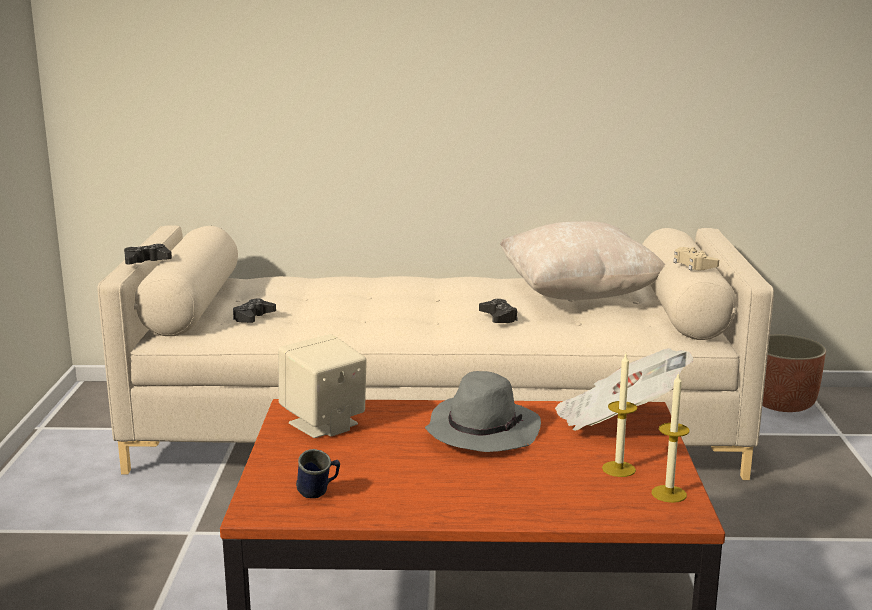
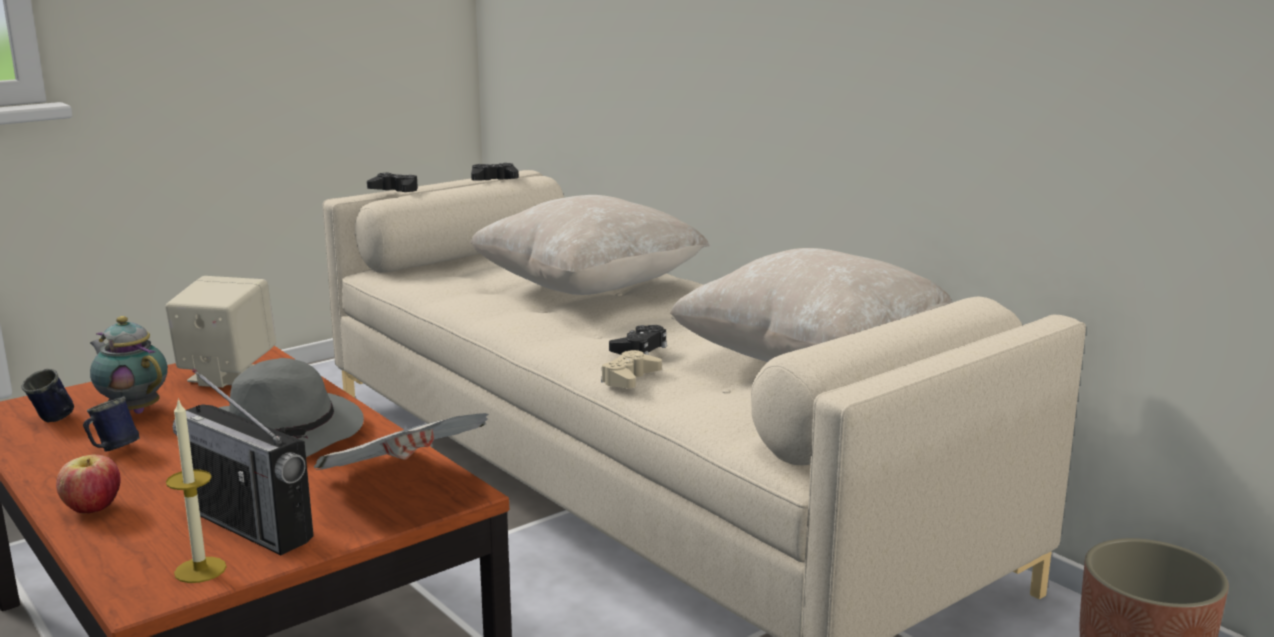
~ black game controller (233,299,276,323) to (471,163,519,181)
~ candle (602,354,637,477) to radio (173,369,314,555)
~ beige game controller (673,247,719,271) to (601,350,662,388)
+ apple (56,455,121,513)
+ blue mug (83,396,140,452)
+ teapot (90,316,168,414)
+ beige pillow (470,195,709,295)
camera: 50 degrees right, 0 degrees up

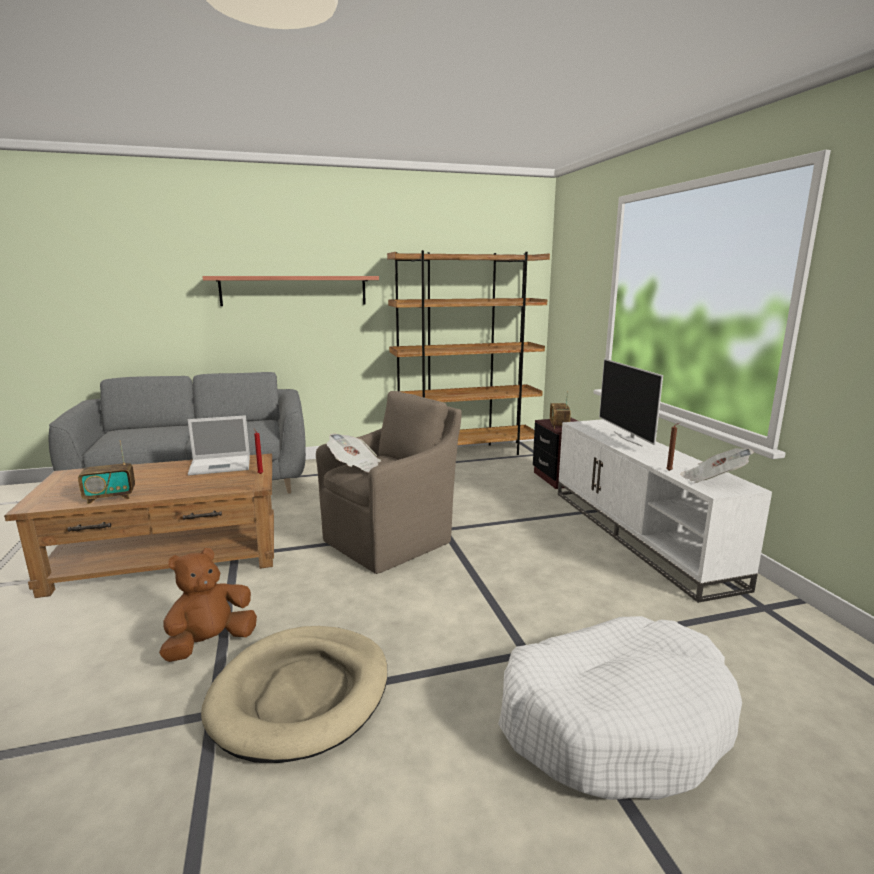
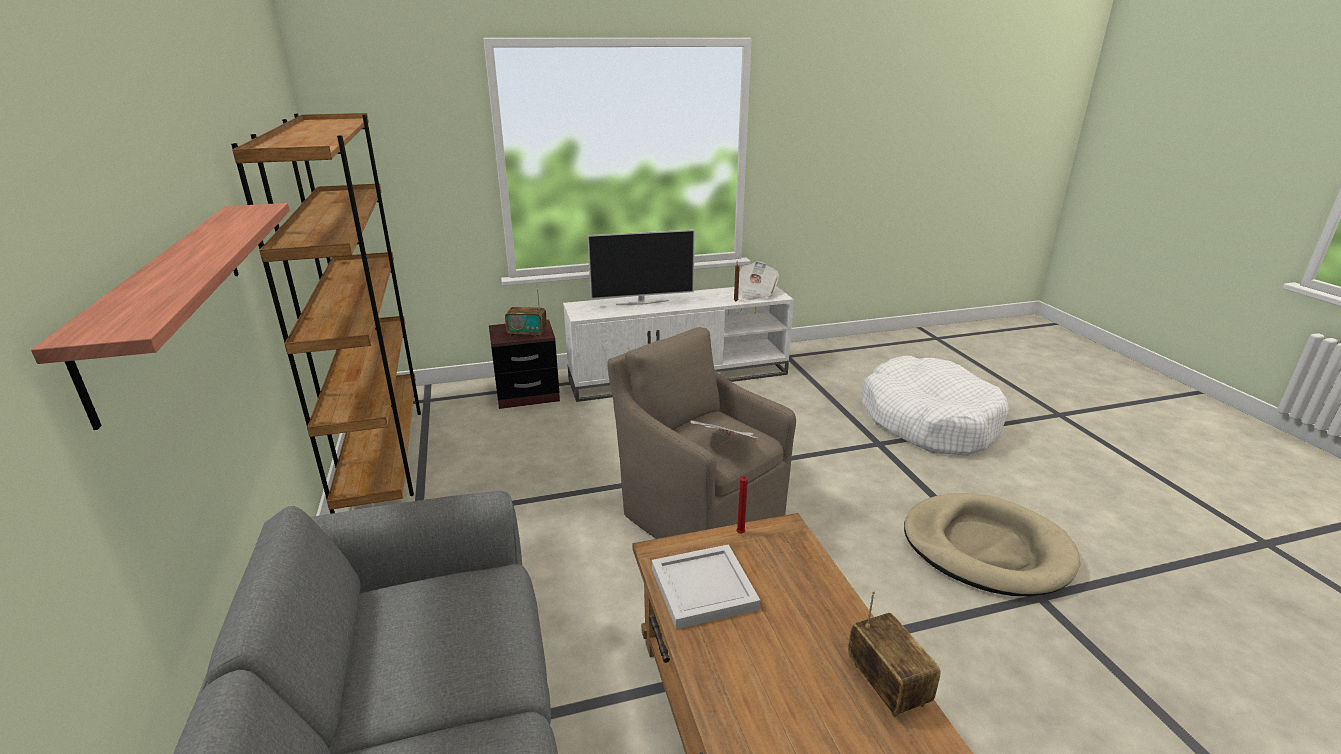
- brown plush toy (159,548,257,662)
~ laptop (188,415,250,476) to white tray (652,544,761,629)
camera: 90 degrees left, 10 degrees up

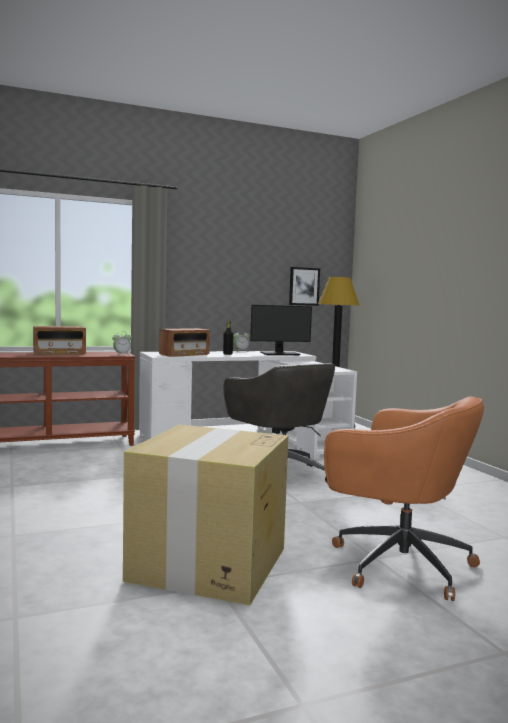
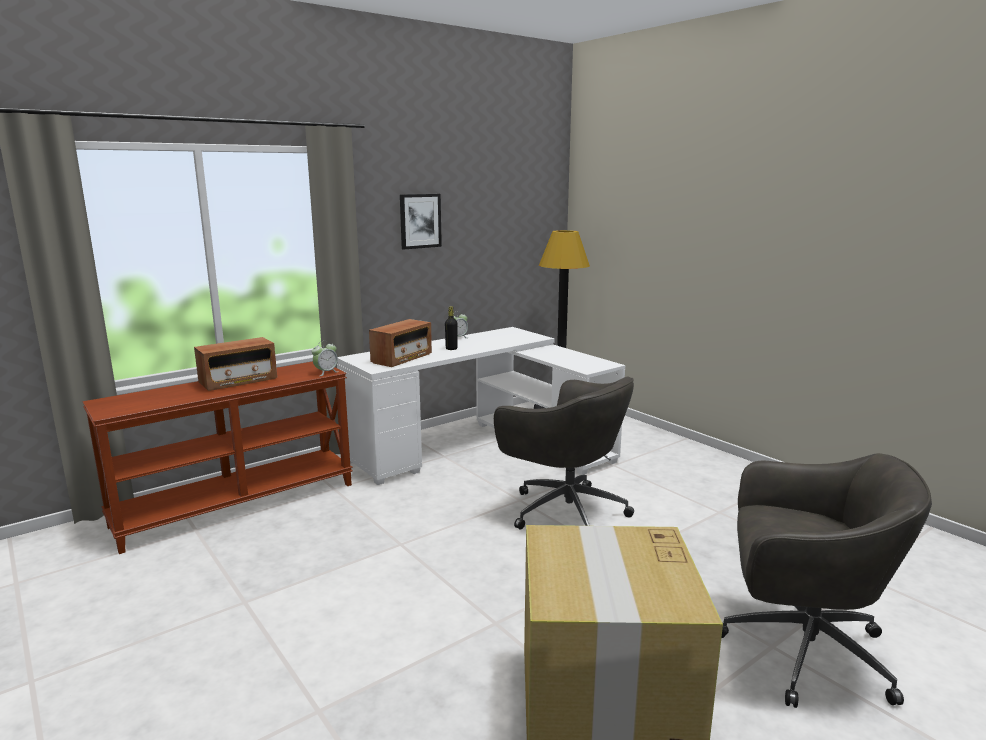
- monitor (250,305,312,355)
~ picture (289,267,320,306) to (400,194,442,249)
~ orange office chair (324,396,484,601) to grey office chair (722,453,932,708)
camera: 15 degrees left, 10 degrees up

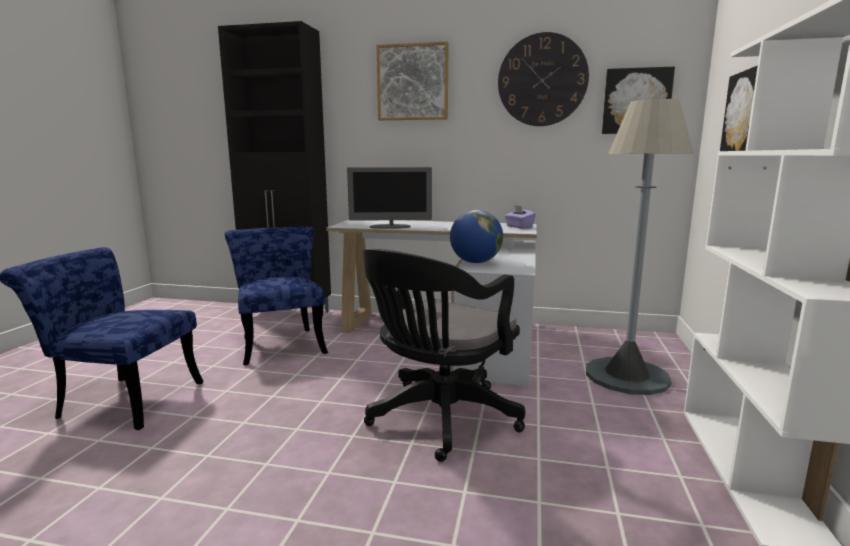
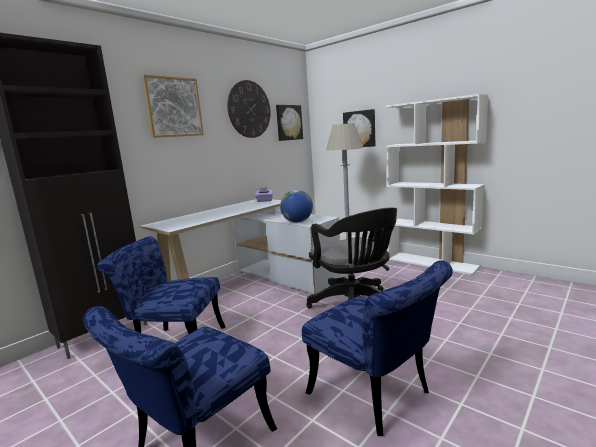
- monitor (347,167,432,229)
+ blue chair (302,260,453,436)
camera: 60 degrees left, 0 degrees up

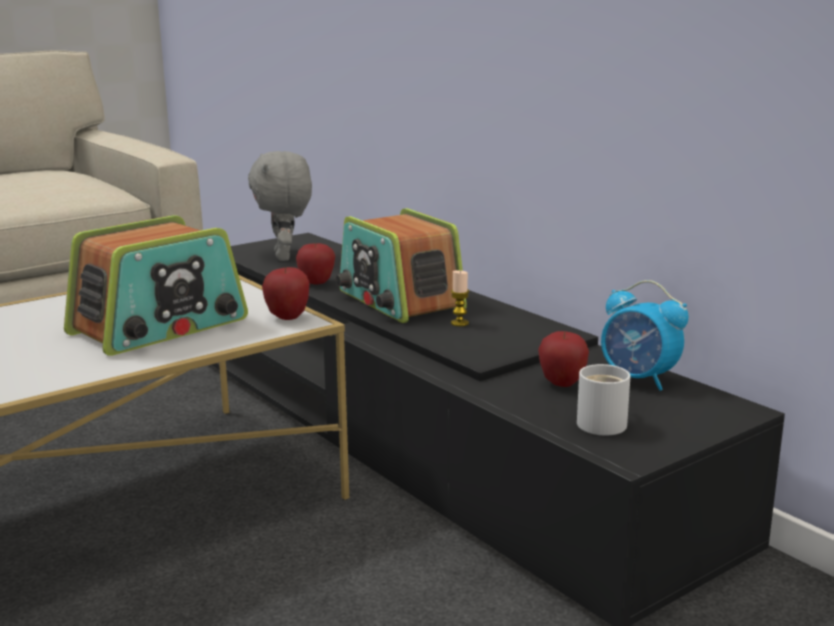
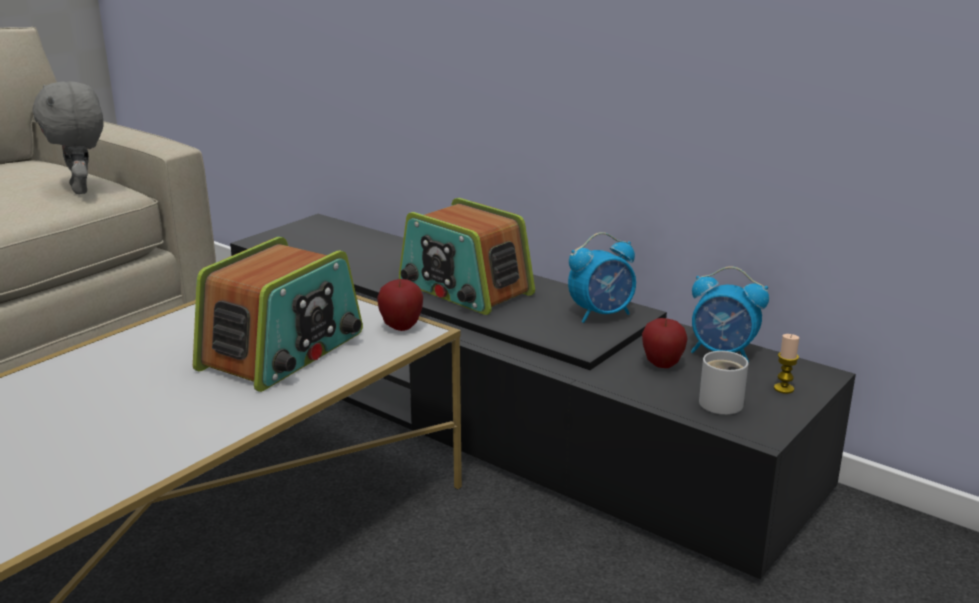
~ grey plush toy (248,151,312,261) to (32,81,103,194)
- apple (296,242,335,285)
~ candle (451,270,469,326) to (774,334,799,394)
+ alarm clock (568,232,636,323)
camera: 15 degrees left, 5 degrees up

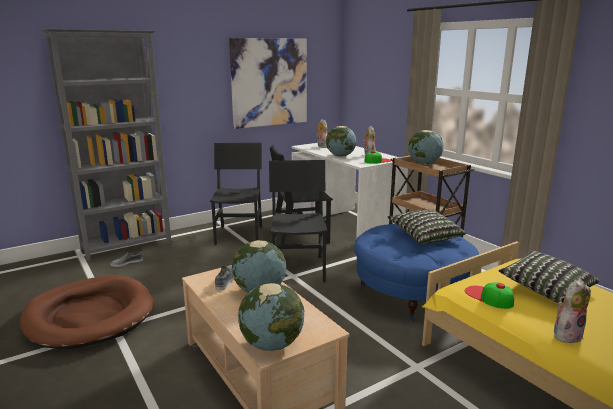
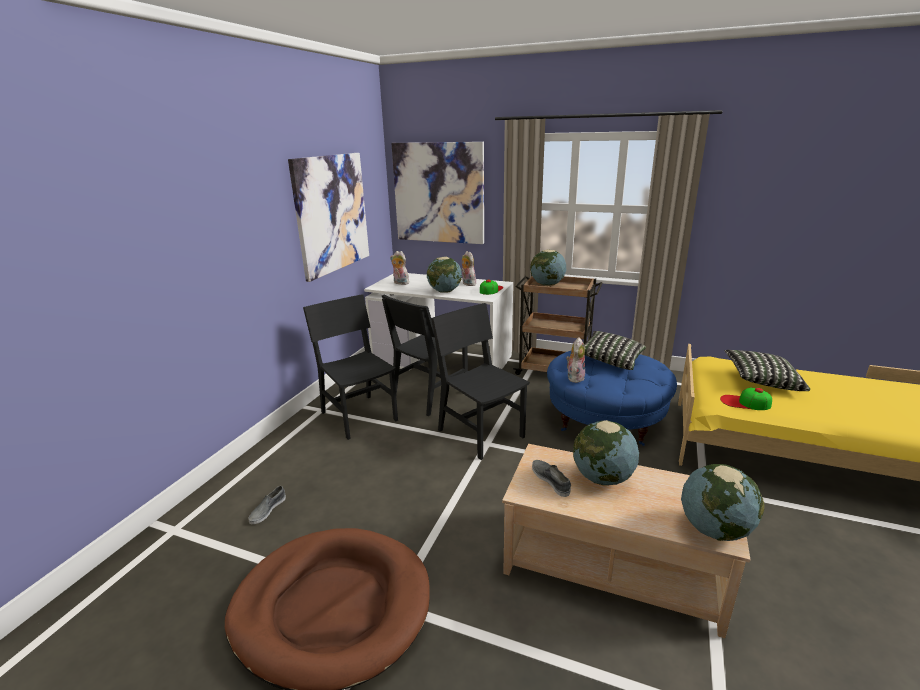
- grey bookcase (41,29,172,262)
~ plush toy (554,279,591,343) to (566,337,585,383)
+ picture (392,142,484,244)
camera: 35 degrees left, 5 degrees up

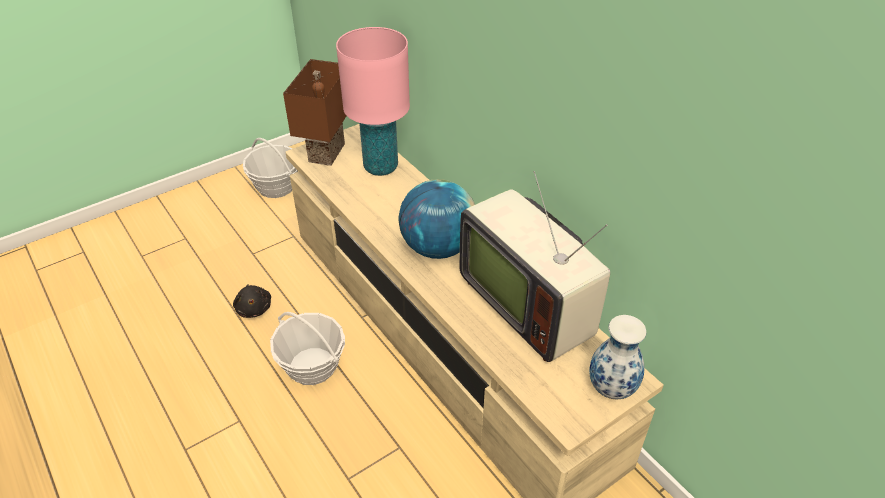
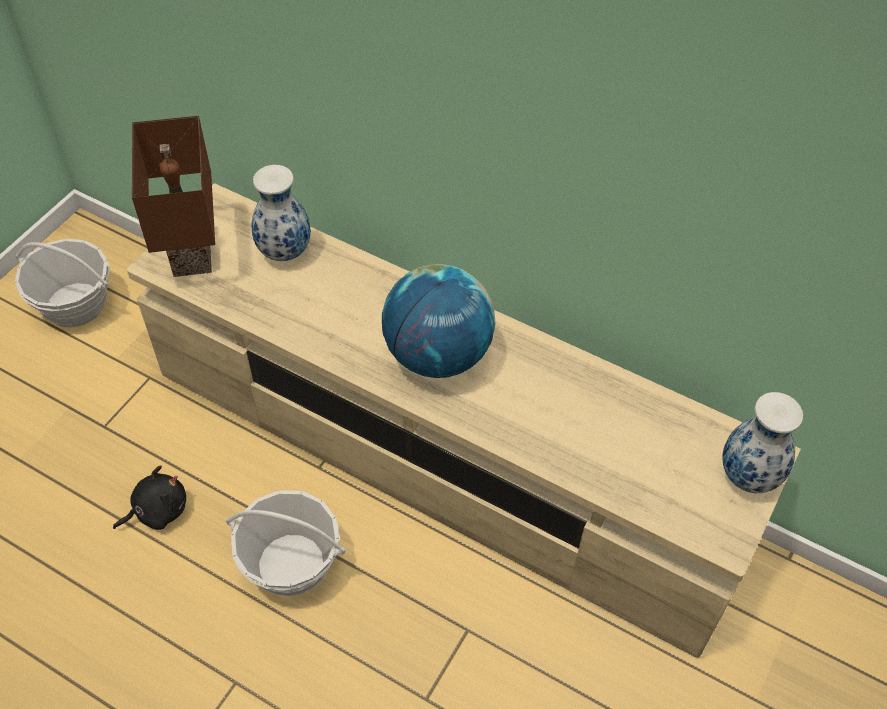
~ black plush toy (233,284,271,318) = (113,465,186,530) 75 degrees counterclockwise
~ pink table lamp (336,27,410,176) to vase (251,165,311,261)
- television (460,171,610,362)
camera: 25 degrees left, 10 degrees up

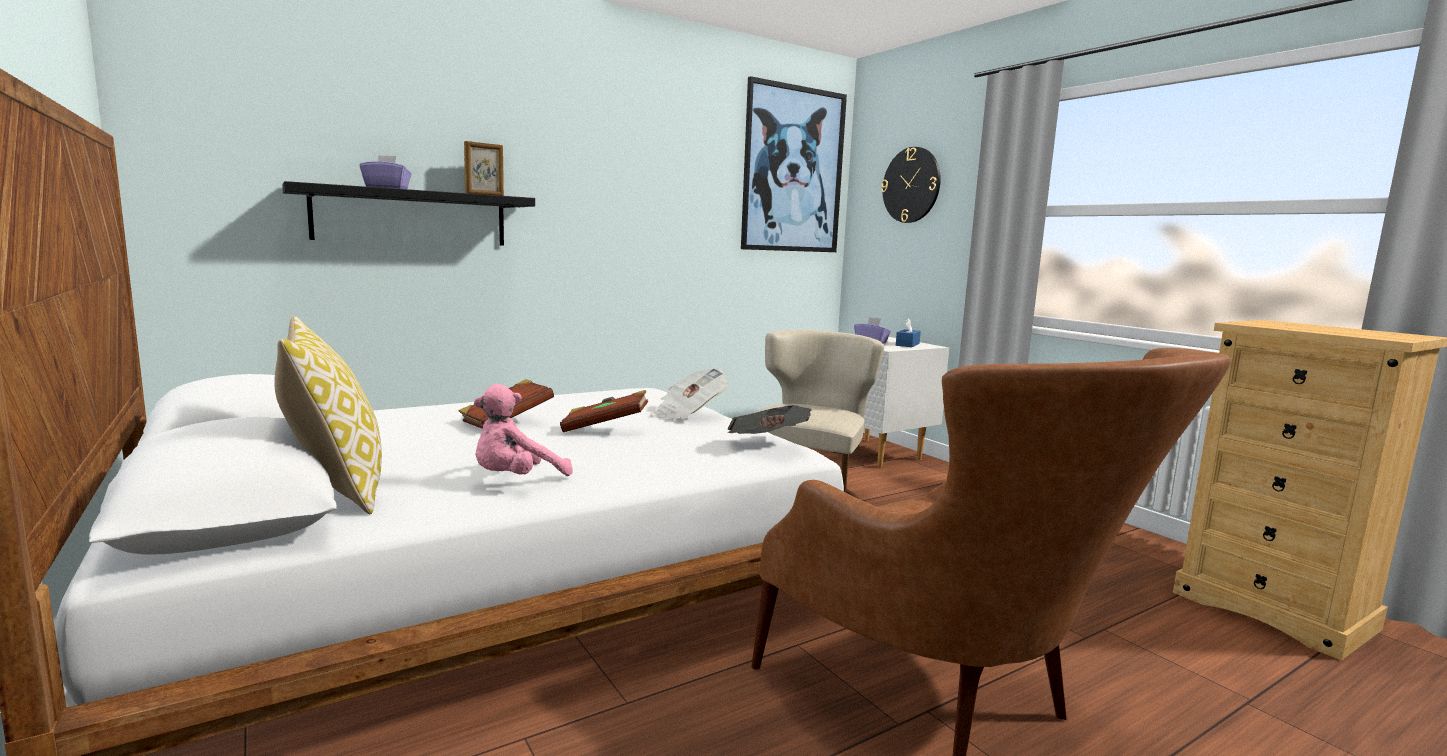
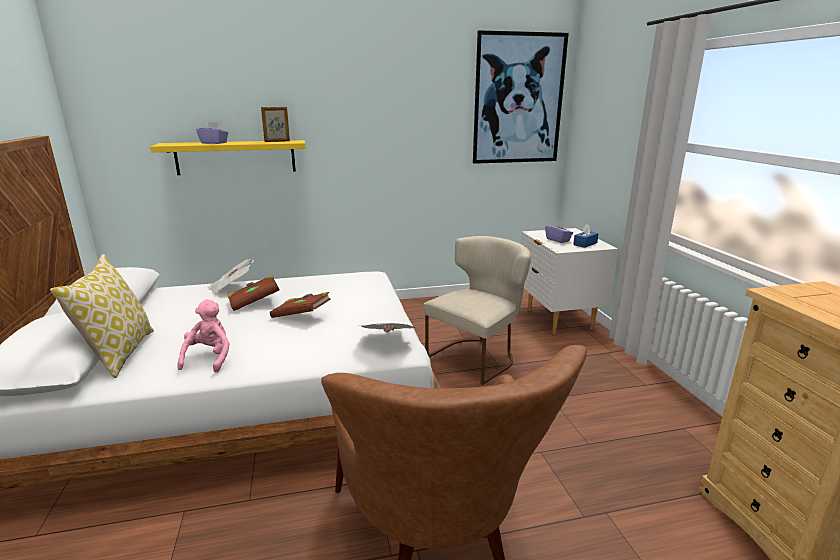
~ black shelf (282,181,535,246) to yellow shelf (150,140,306,175)
~ pink plush toy (474,384,573,476) = (177,299,230,373) 120 degrees clockwise
~ newspaper (650,368,728,419) to (208,259,254,293)
- wall clock (881,147,941,223)
camera: 20 degrees right, 10 degrees up

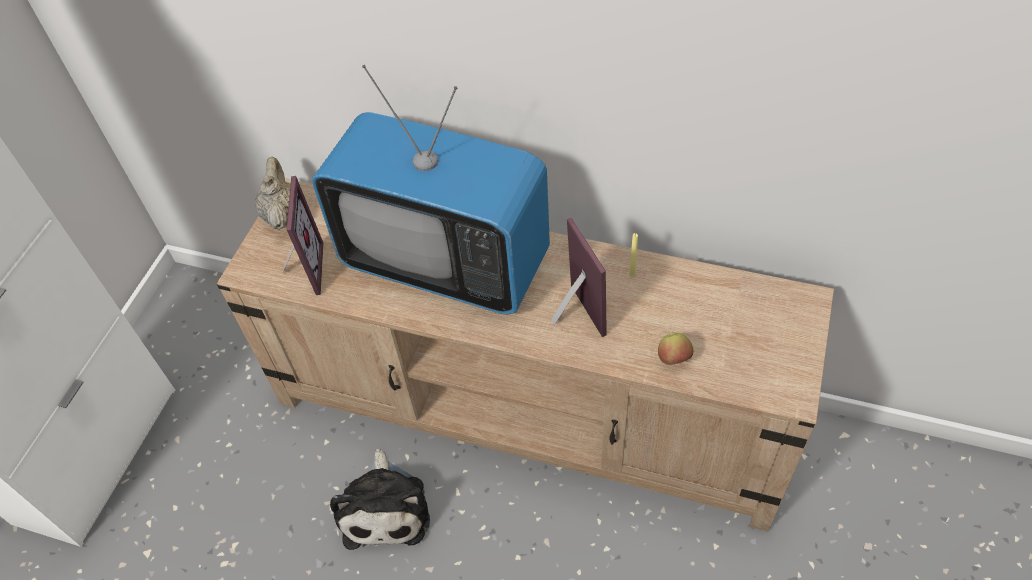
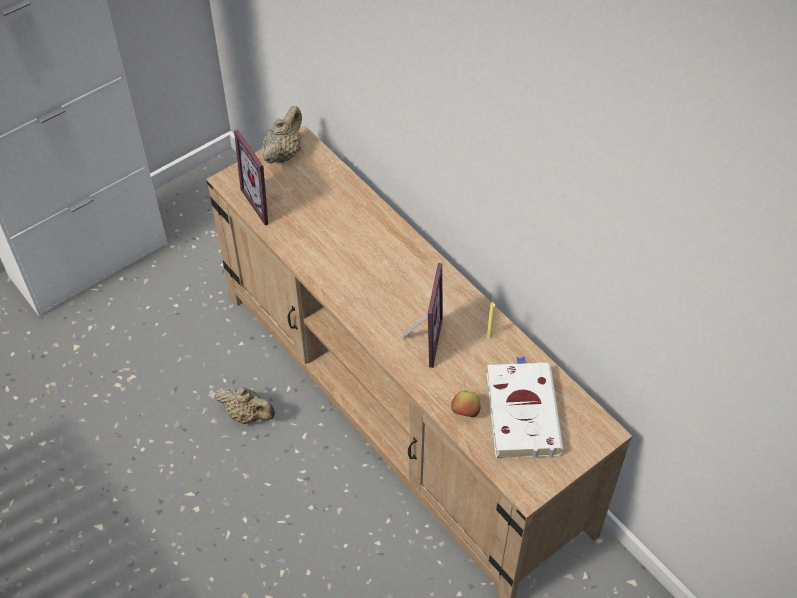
~ picture frame (283,176,324,295) = (234,129,282,225) 120 degrees clockwise
- television (312,65,550,314)
~ plush toy (330,449,430,550) to beige teapot (215,387,275,424)
+ white book (487,356,564,459)
camera: 30 degrees right, 0 degrees up

